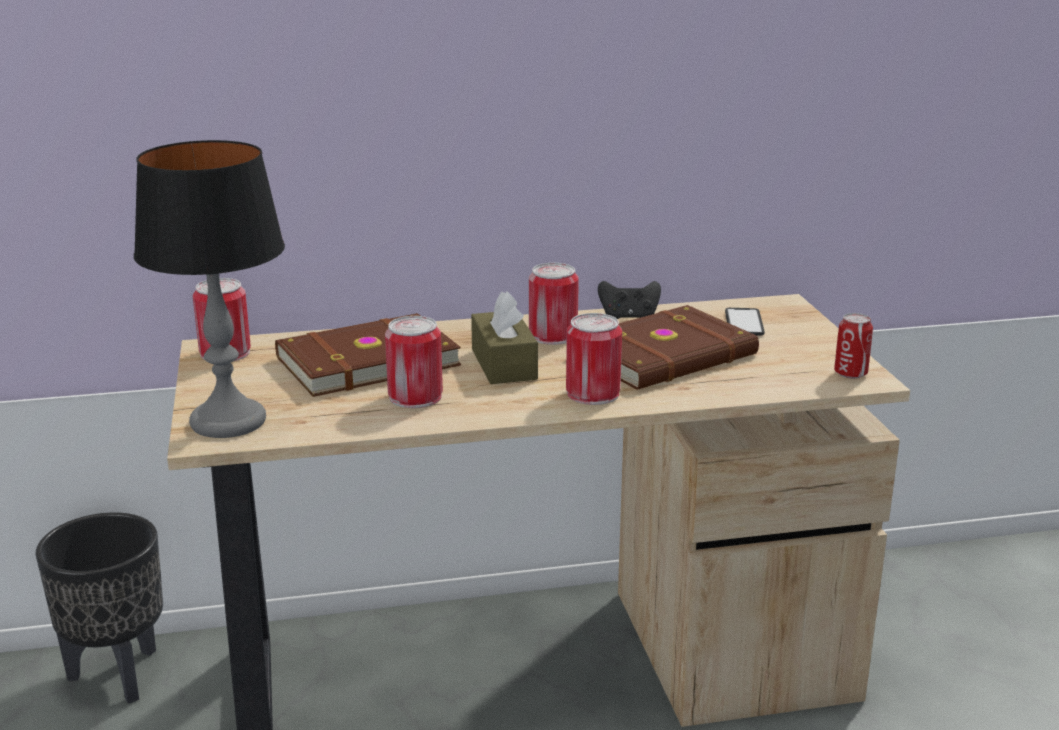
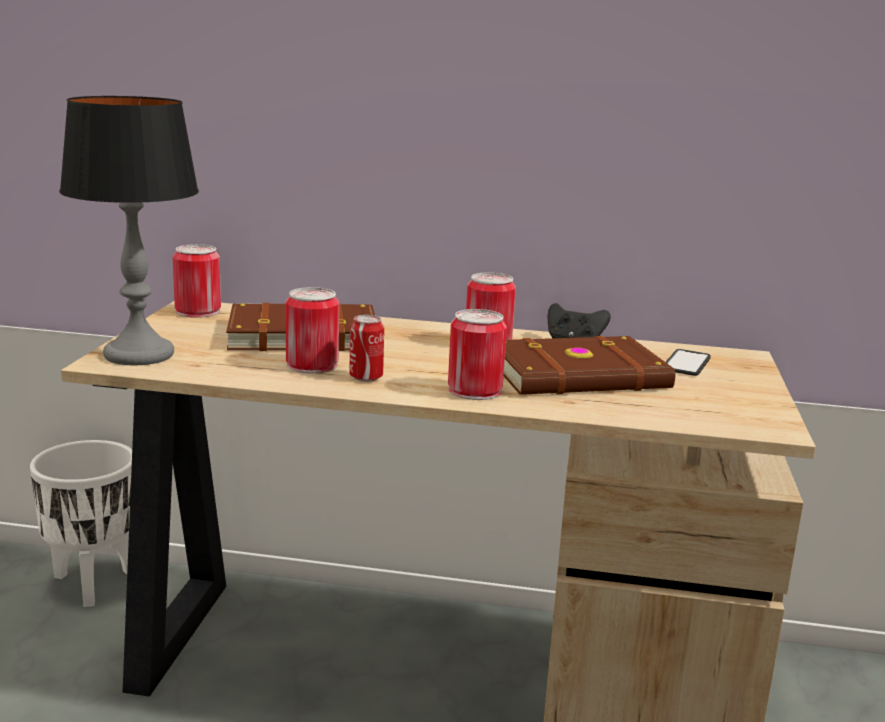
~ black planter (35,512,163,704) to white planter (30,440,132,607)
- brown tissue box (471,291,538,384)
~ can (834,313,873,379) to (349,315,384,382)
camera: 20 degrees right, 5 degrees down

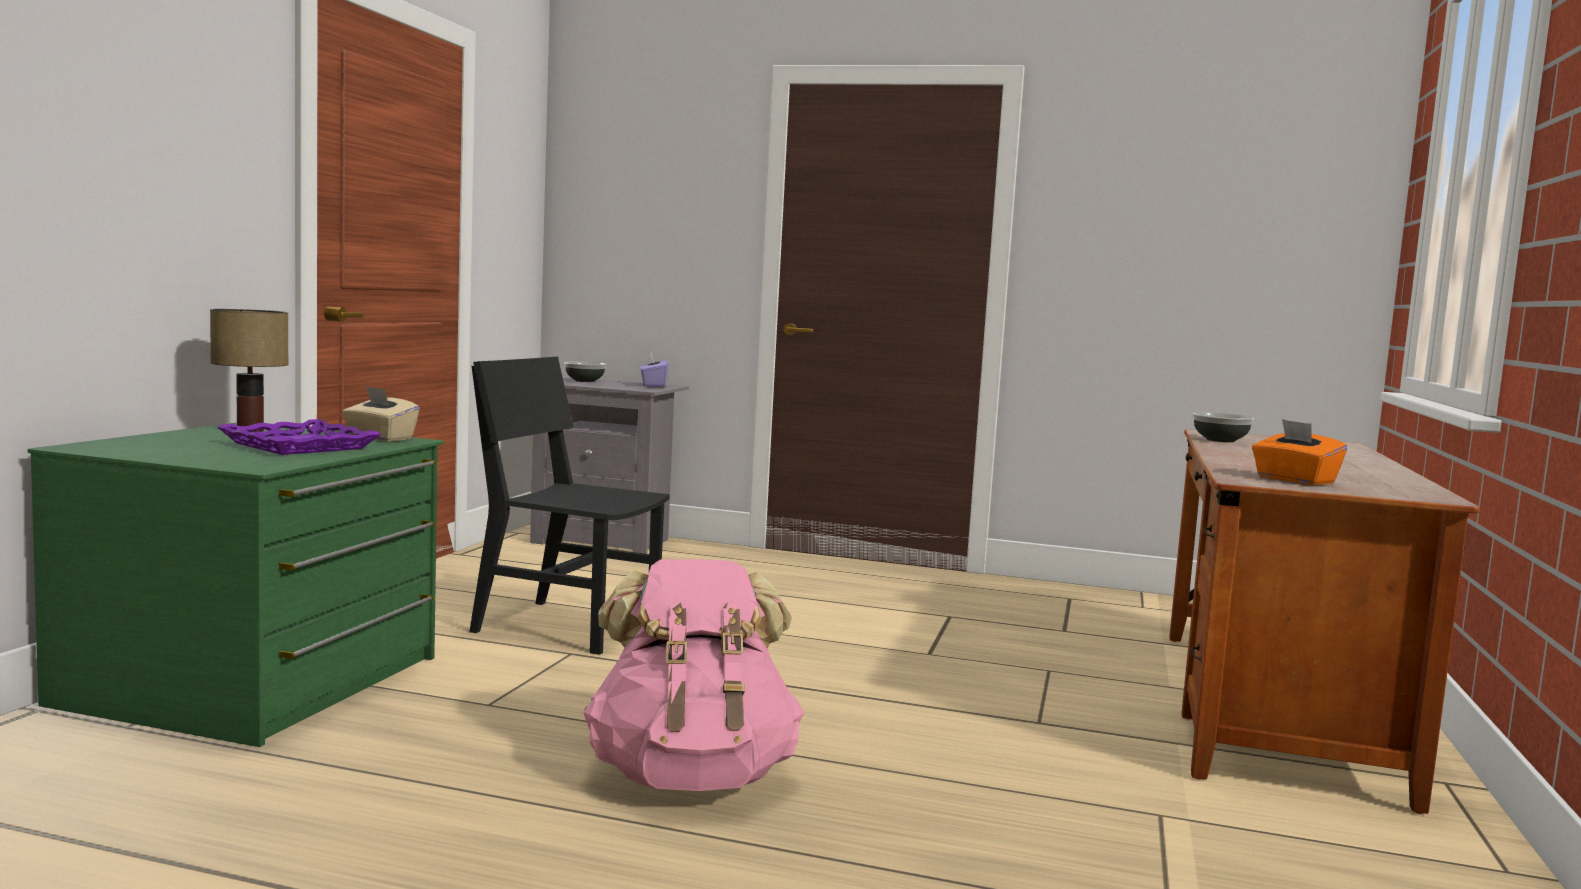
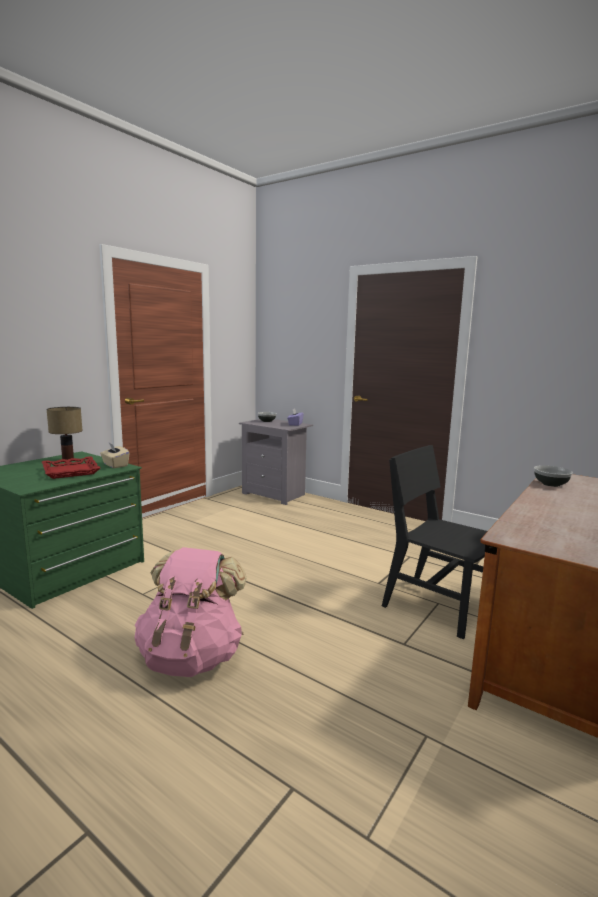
~ purple tray (217,419,381,455) to red tray (42,456,100,479)
~ black chair (469,356,670,655) to (382,445,487,639)
- orange tissue box (1252,419,1347,485)
camera: 20 degrees right, 5 degrees up

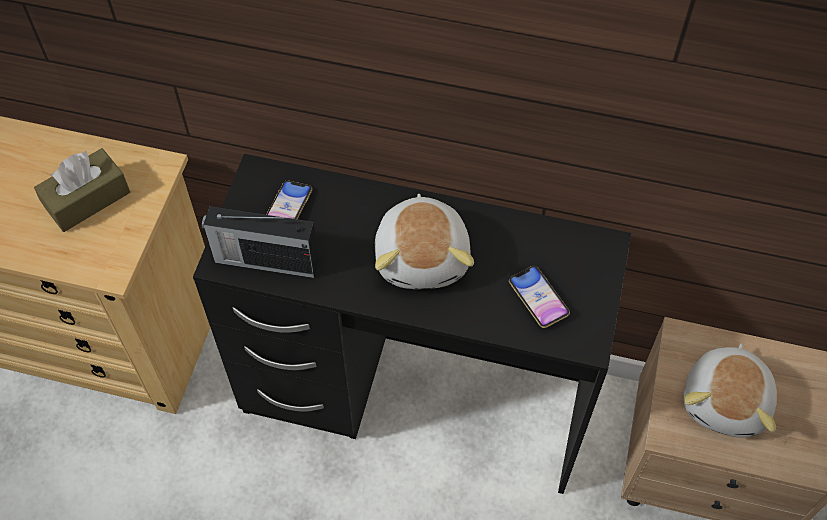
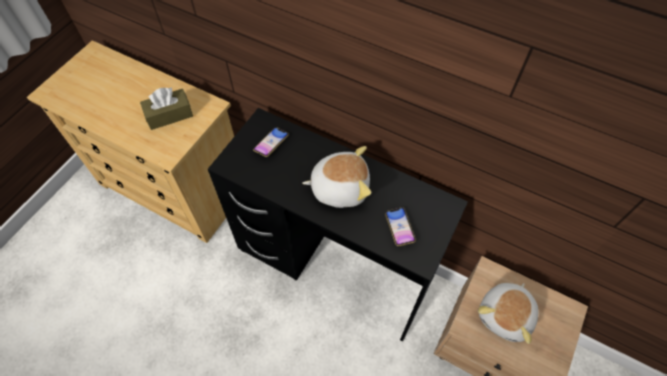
- radio (202,206,319,278)
~ plush toy (375,194,474,289) = (302,146,371,208) 105 degrees counterclockwise
camera: 15 degrees right, 0 degrees up

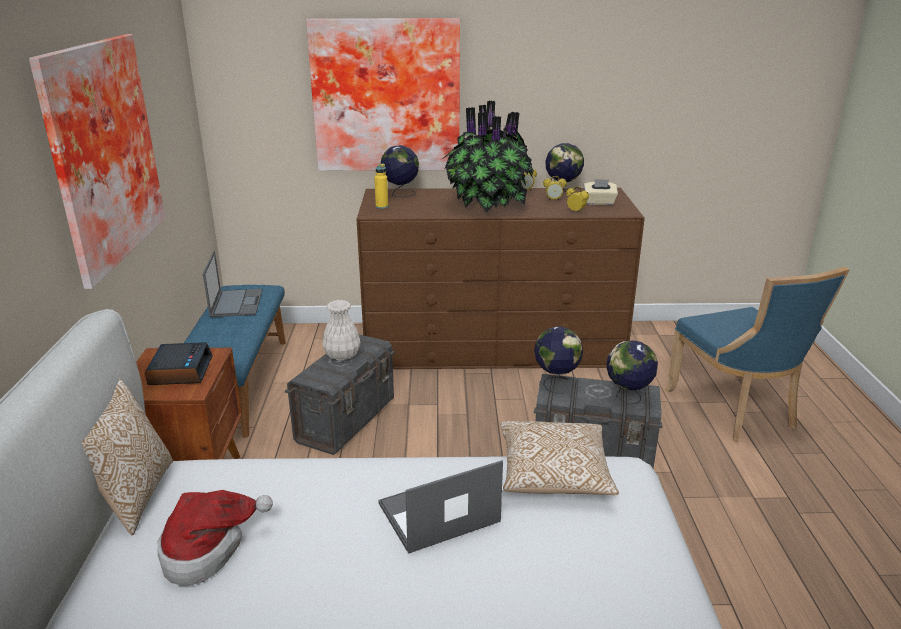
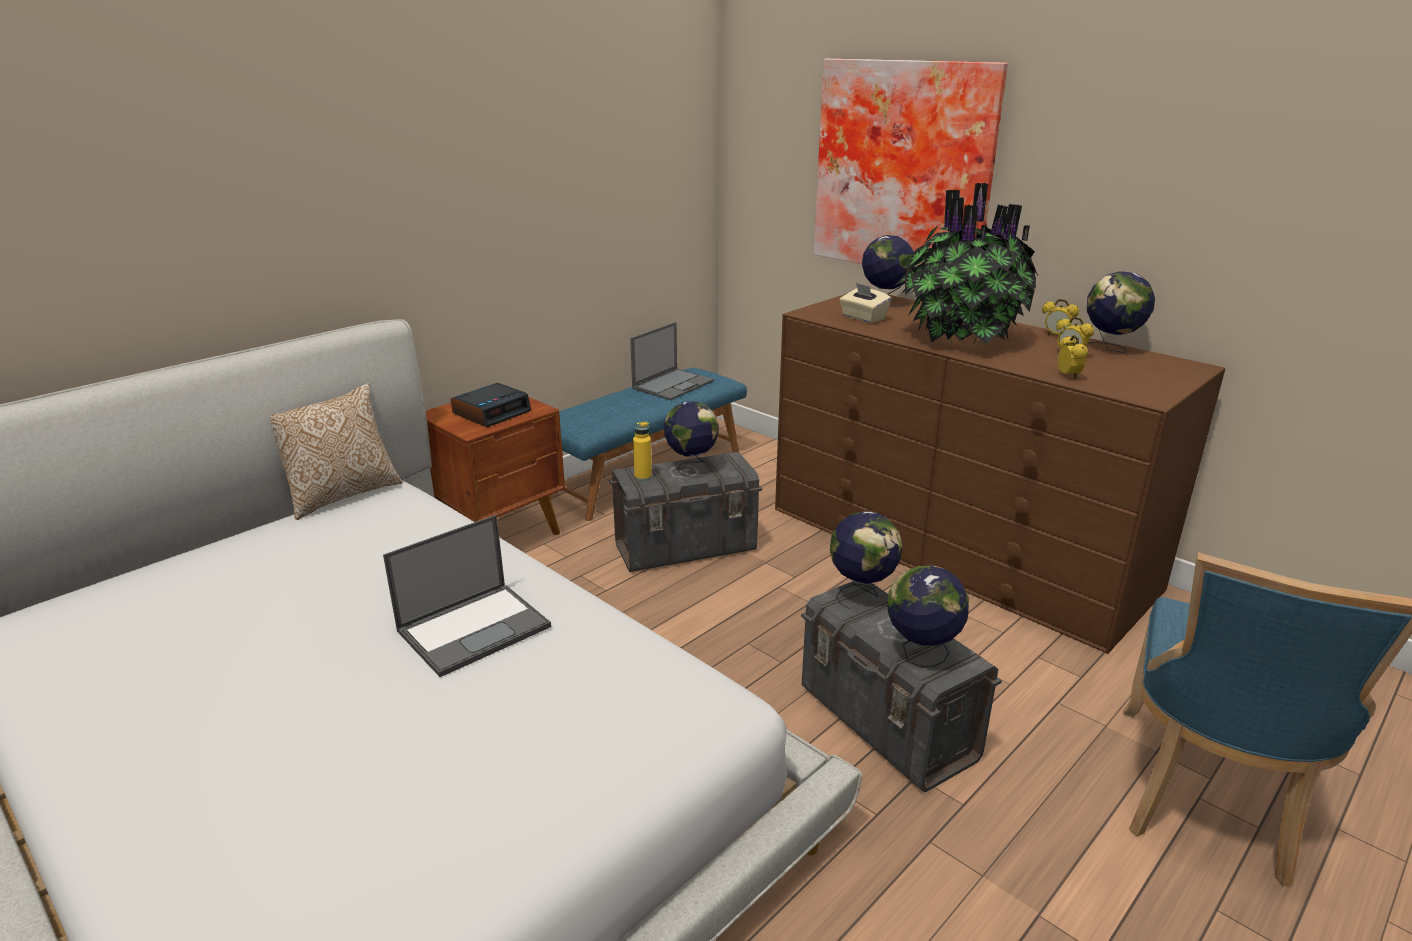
- picture (29,34,165,289)
- hat (157,490,273,586)
~ white vase (322,300,361,361) to globe (664,401,718,478)
~ yellow bottle (374,164,388,209) to (633,422,652,481)
~ laptop (378,460,503,554) = (383,515,551,677) 120 degrees clockwise
- pillow (500,421,619,495)
~ beige tissue box (584,179,618,205) to (840,283,891,323)
camera: 45 degrees right, 0 degrees up

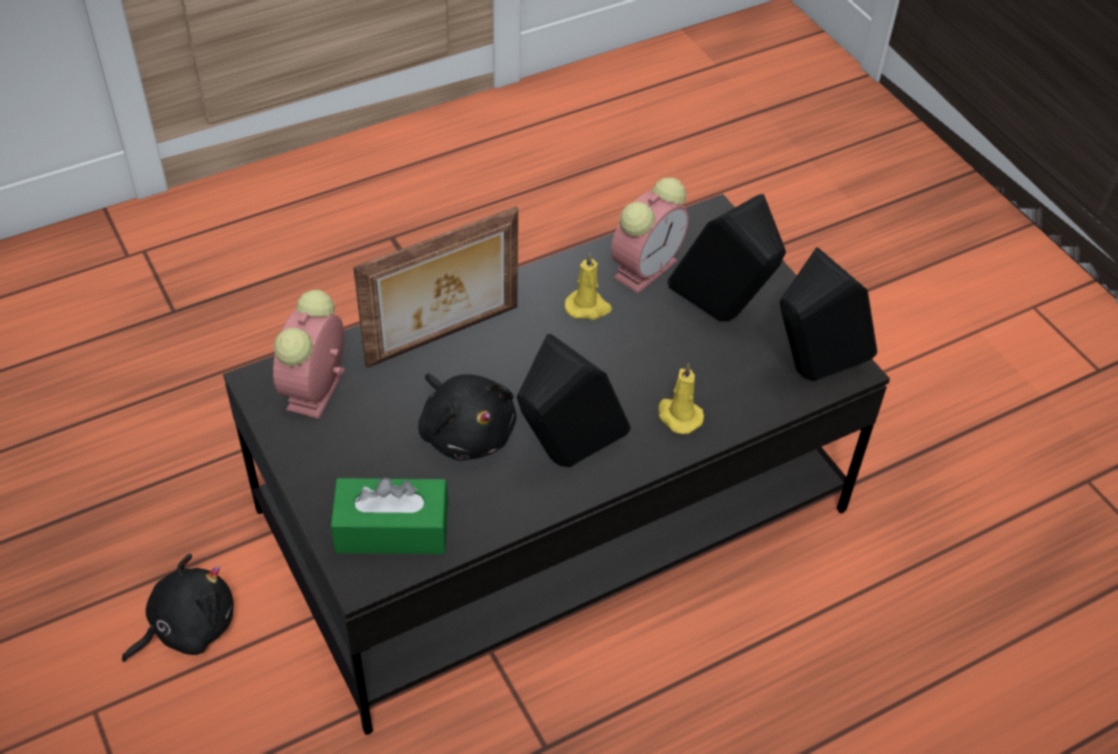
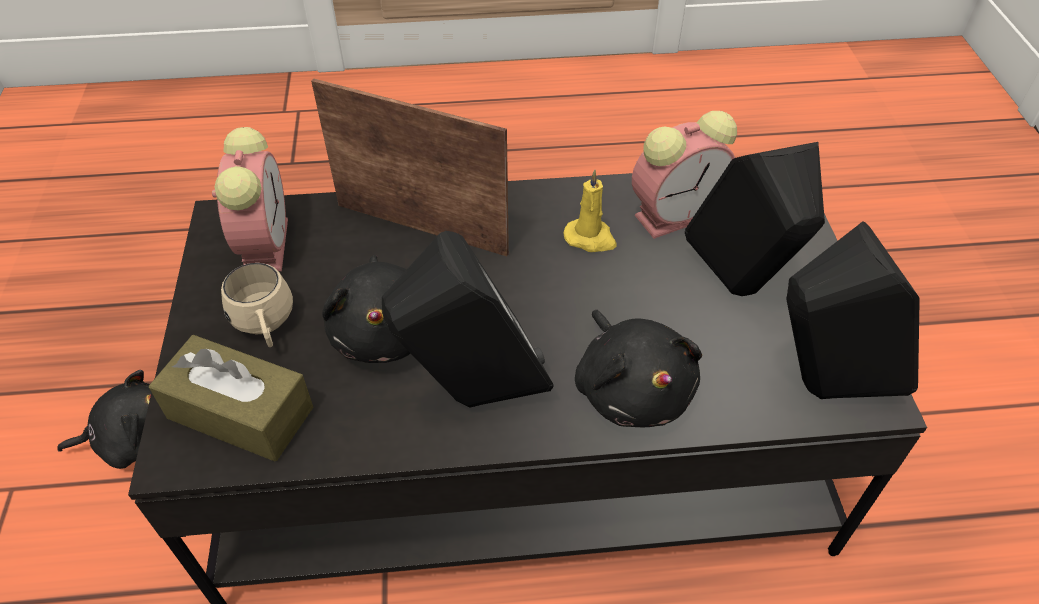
~ alarm clock (273,290,345,419) = (212,127,288,271) 135 degrees clockwise
~ green tissue box (330,477,448,554) to brown tissue box (149,335,314,462)
~ picture frame (353,206,518,368) = (311,79,509,256) 150 degrees counterclockwise
~ yellow candle (659,363,704,434) to black plush toy (575,310,702,427)
+ beige mug (221,263,293,347)
camera: 25 degrees right, 0 degrees up

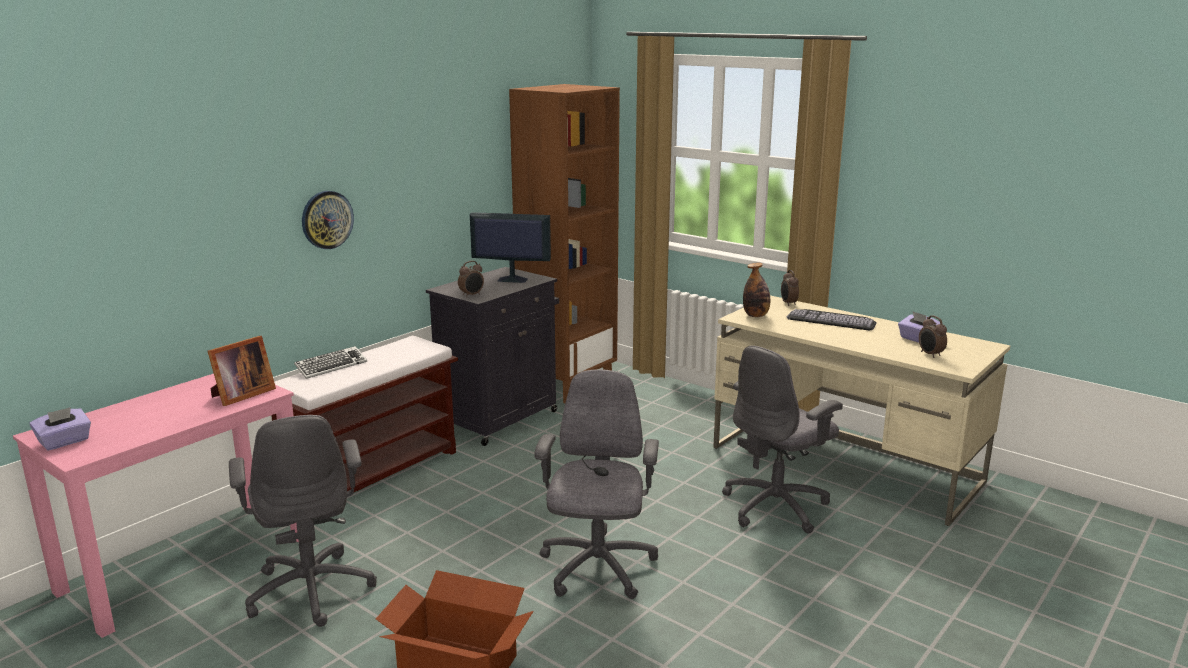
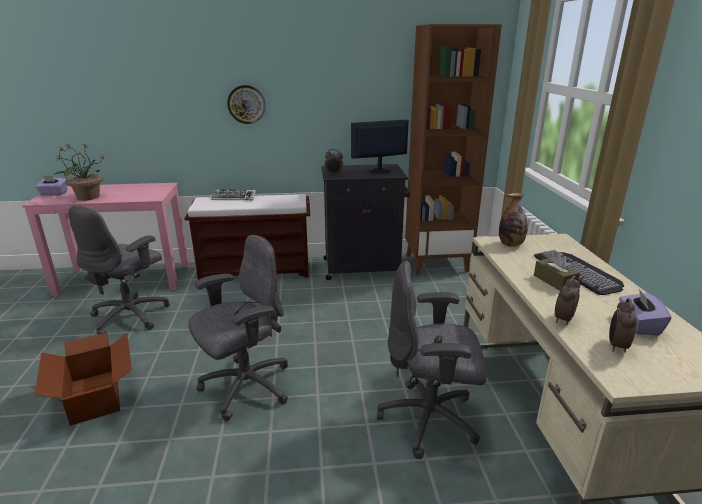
- picture frame (208,336,276,406)
~ monitor (470,212,551,283) = (351,119,409,174) 75 degrees counterclockwise
~ alarm clock (781,270,799,306) to (555,275,580,325)
+ potted plant (53,143,104,201)
+ brown tissue box (534,252,580,291)
camera: 45 degrees right, 5 degrees up

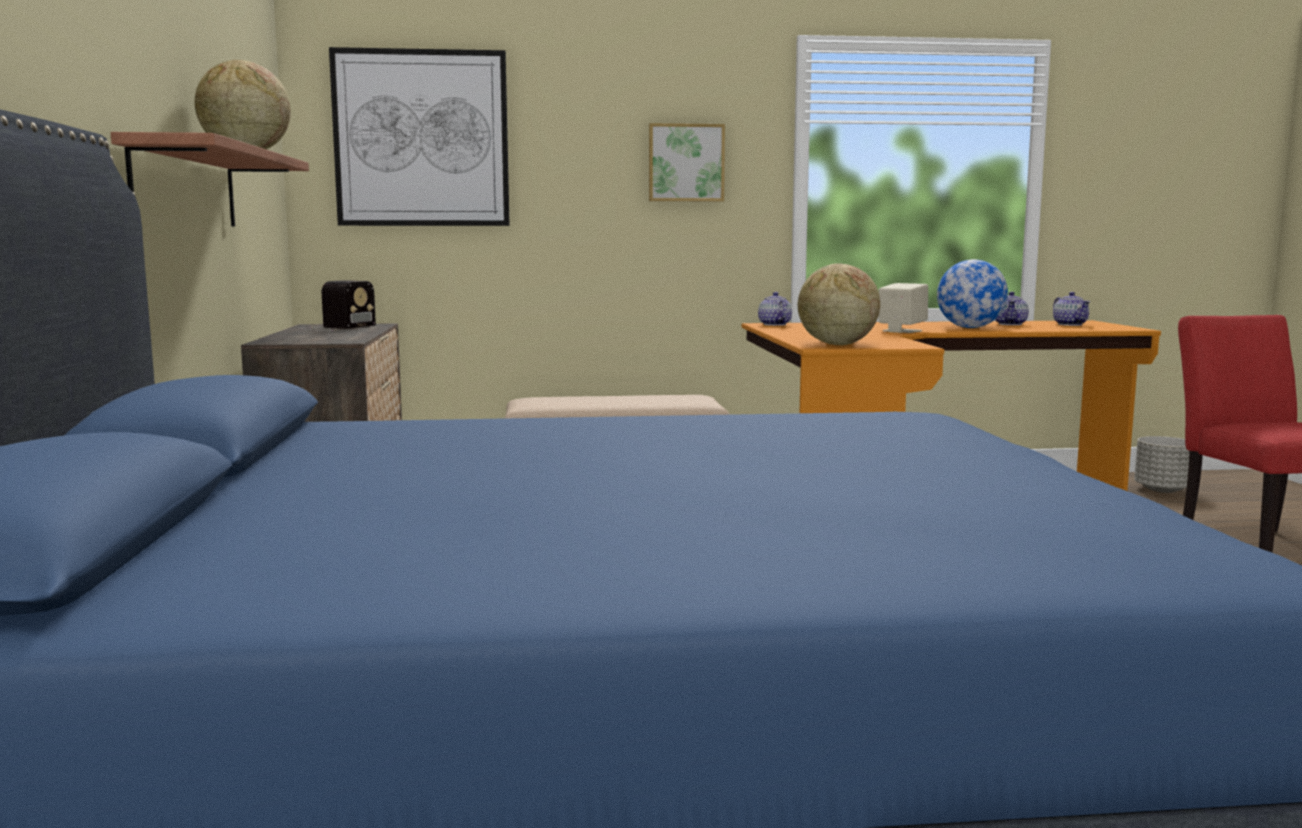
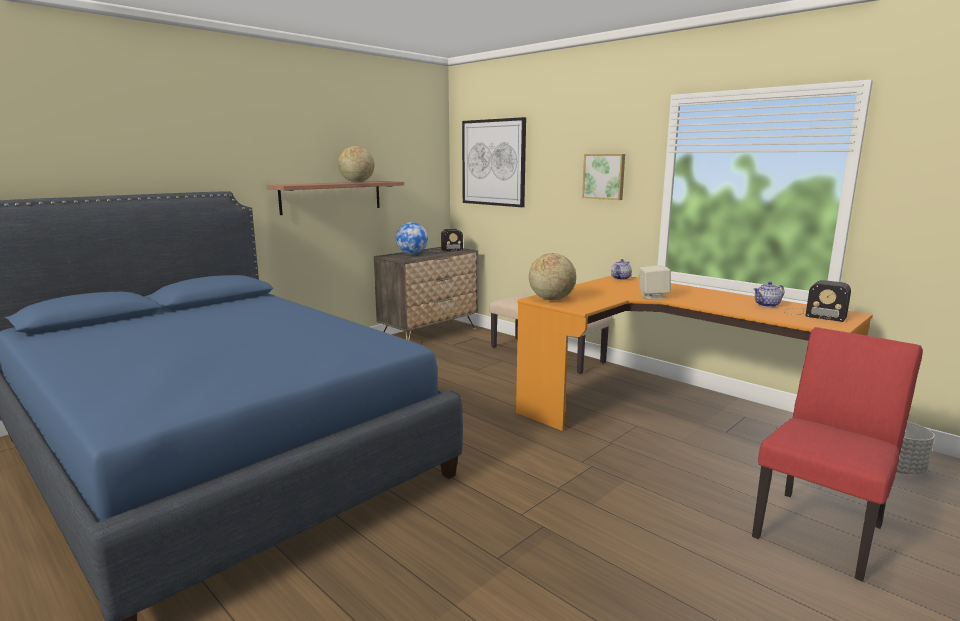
~ globe (937,259,1008,328) to (396,222,428,255)
~ teapot (1053,292,1090,326) to radio (785,280,851,322)
camera: 50 degrees right, 5 degrees up

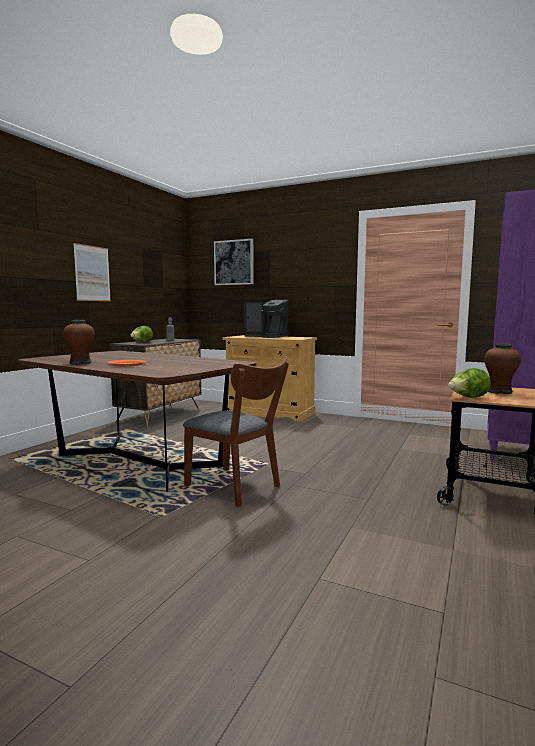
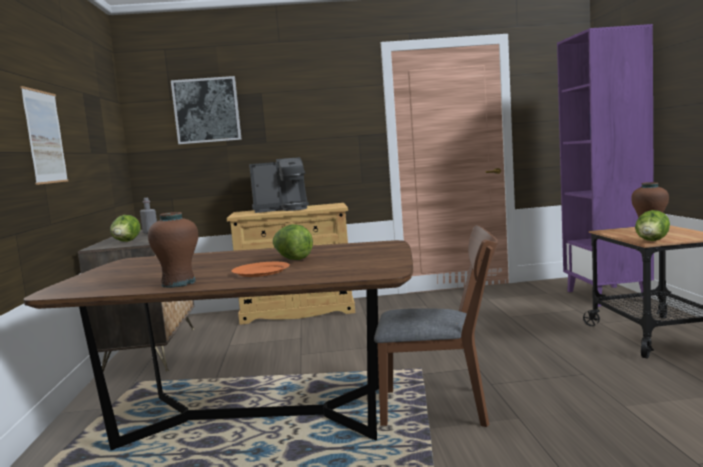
+ lettuce (273,224,313,260)
camera: 30 degrees left, 0 degrees up

